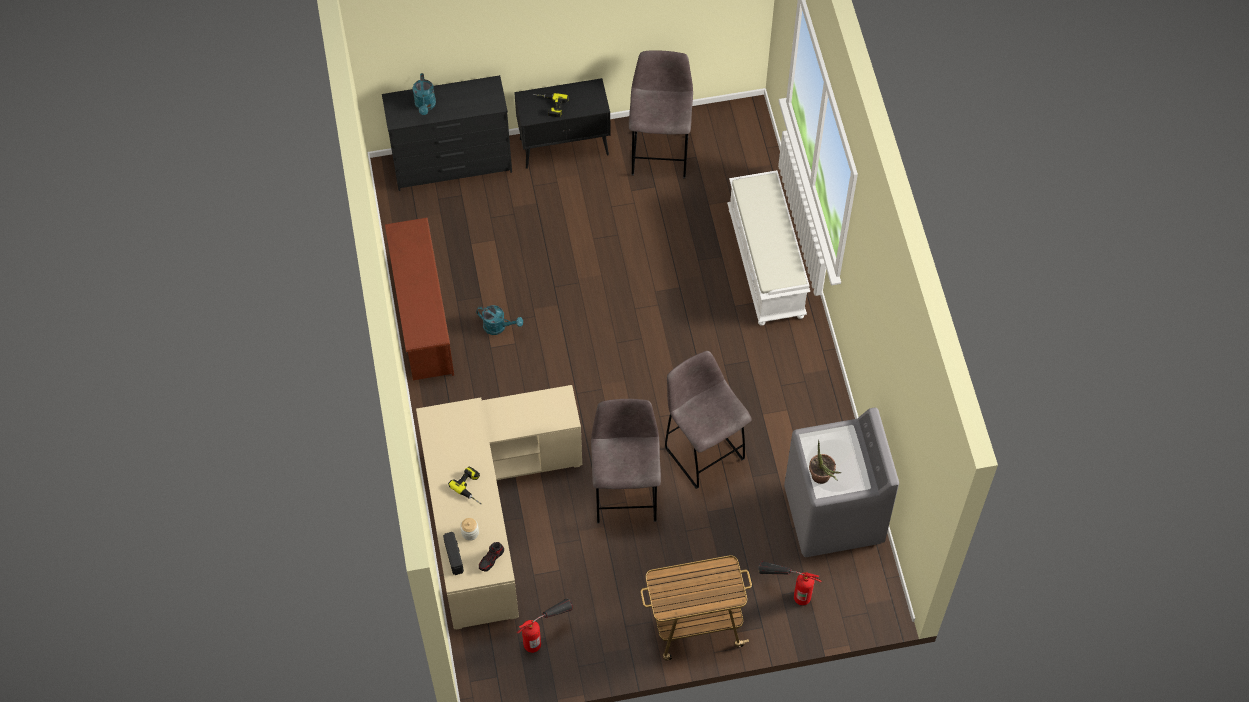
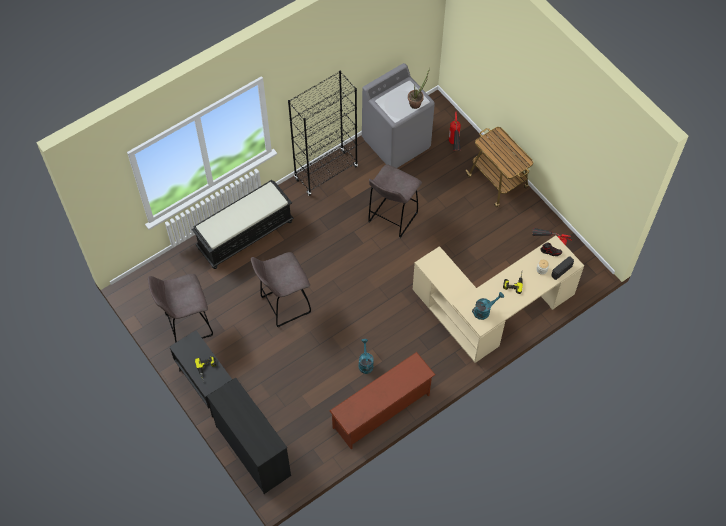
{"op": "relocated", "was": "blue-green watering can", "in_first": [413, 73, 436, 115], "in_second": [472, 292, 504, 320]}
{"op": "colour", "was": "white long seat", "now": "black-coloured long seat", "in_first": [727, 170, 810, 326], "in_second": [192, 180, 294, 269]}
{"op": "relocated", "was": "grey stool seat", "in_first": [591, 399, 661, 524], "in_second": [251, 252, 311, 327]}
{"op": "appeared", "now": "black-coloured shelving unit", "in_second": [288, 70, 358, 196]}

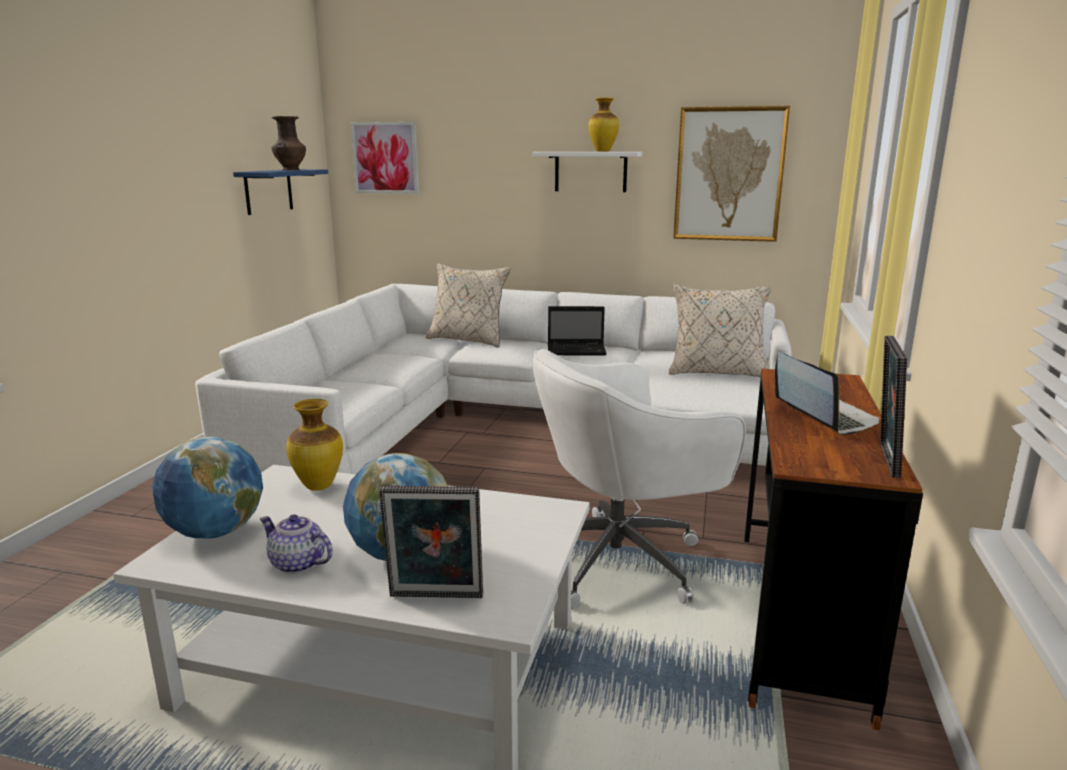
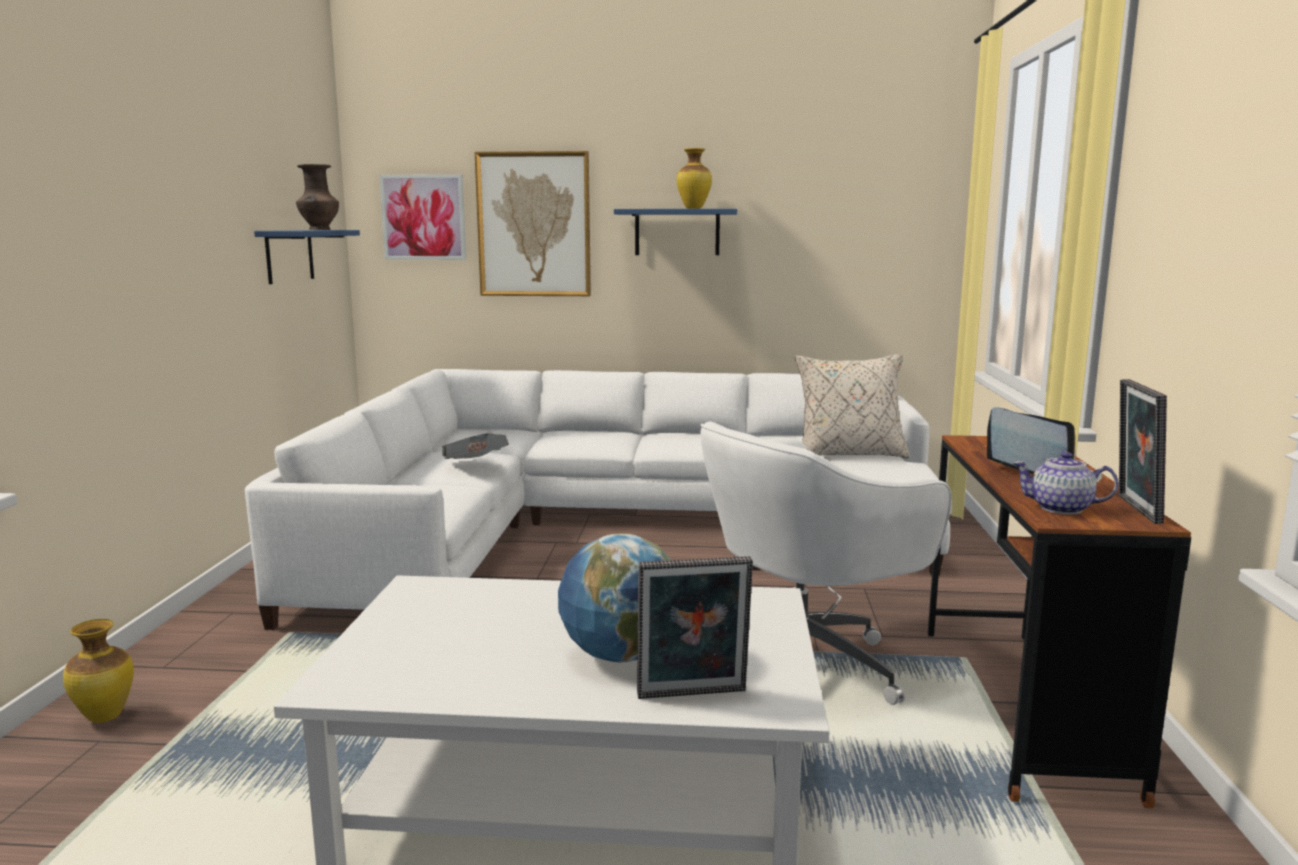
{"op": "relocated", "was": "wall picture", "in_first": [673, 106, 790, 242], "in_second": [475, 151, 591, 296]}
{"op": "colour", "was": "white bracket shelf", "now": "blue bracket shelf", "in_first": [533, 152, 642, 192], "in_second": [614, 209, 737, 255]}
{"op": "missing", "was": "beige-coloured throw pillow", "in_first": [426, 263, 510, 348]}
{"op": "missing", "was": "laptop", "in_first": [548, 306, 607, 356]}
{"op": "relocated", "was": "vase", "in_first": [286, 399, 343, 491], "in_second": [63, 619, 134, 723]}
{"op": "missing", "was": "desk globe", "in_first": [152, 436, 263, 538]}
{"op": "relocated", "was": "pot for tea", "in_first": [260, 514, 333, 574], "in_second": [1013, 452, 1119, 515]}
{"op": "appeared", "now": "printed paper", "in_second": [442, 433, 509, 459]}

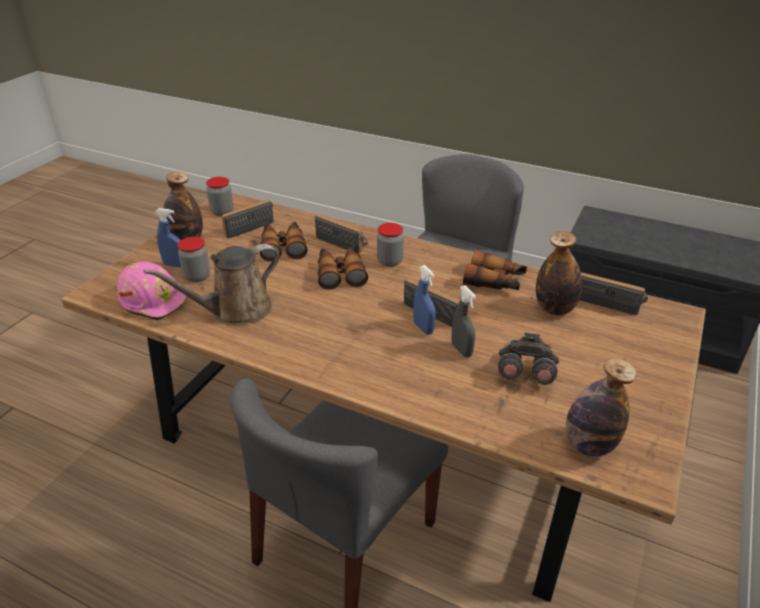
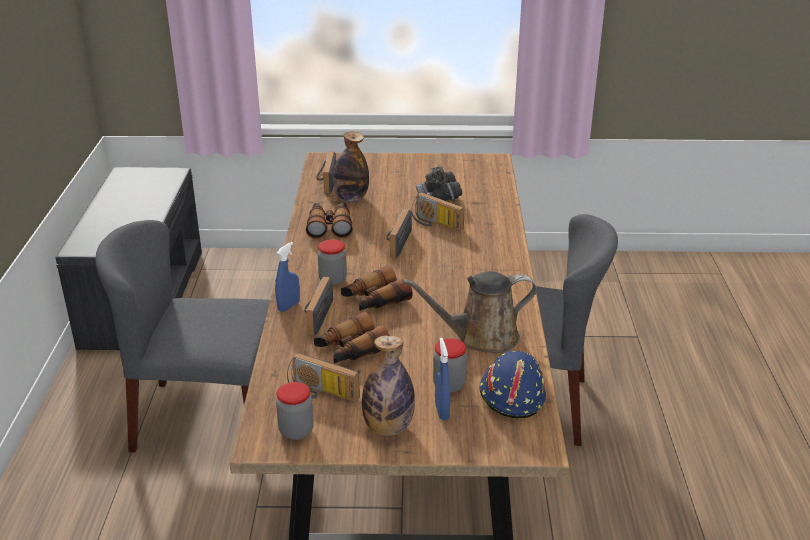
{"op": "spun", "was": "brown watering can", "in_first": [144, 244, 279, 325], "in_second": [402, 271, 537, 353], "clockwise": 135}
{"op": "colour", "was": "pink-coloured work helmet", "now": "blue work helmet", "in_first": [117, 262, 188, 320], "in_second": [479, 351, 546, 419]}
{"op": "relocated", "was": "blue hand sprayer", "in_first": [413, 265, 436, 335], "in_second": [275, 242, 300, 312]}
{"op": "exchanged", "was": "grey hand sprayer", "now": "radio set", "in_first": [451, 286, 476, 357], "in_second": [411, 192, 464, 232]}
{"op": "missing", "was": "drink bottle", "in_first": [566, 358, 637, 457]}

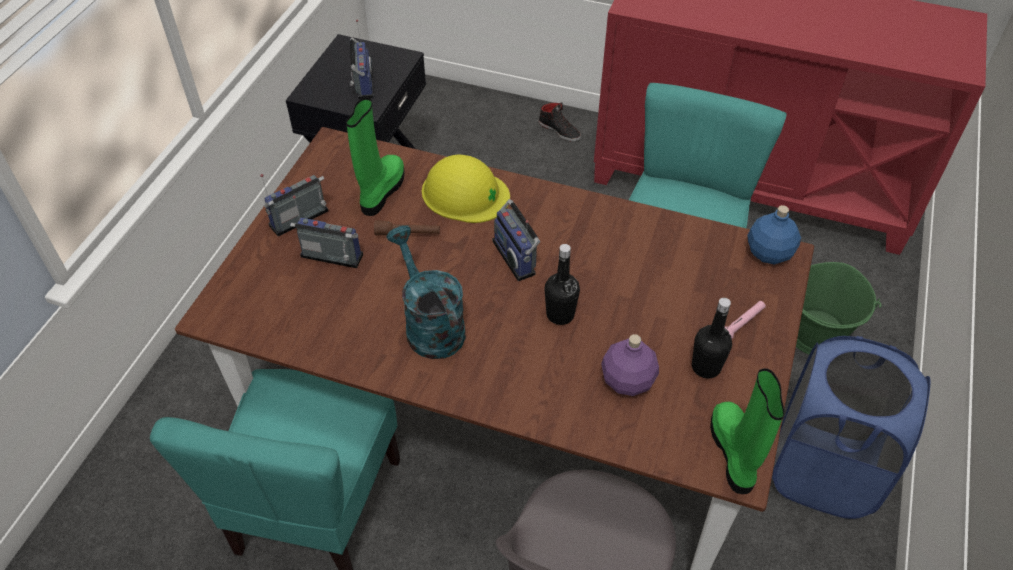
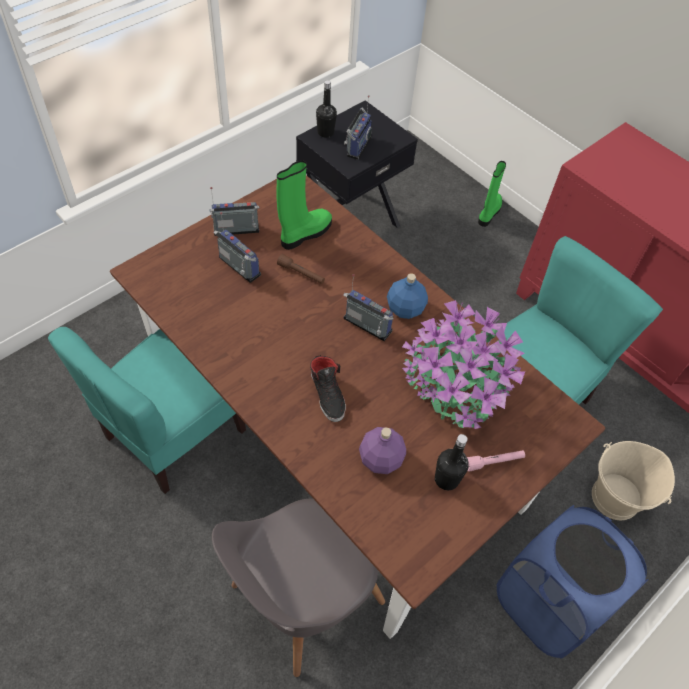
{"op": "relocated", "was": "black-coloured low shoe", "in_first": [539, 103, 581, 142], "in_second": [310, 355, 346, 422]}
{"op": "missing", "was": "yellowish work helmet", "in_first": [422, 155, 510, 223]}
{"op": "spun", "was": "radio set", "in_first": [492, 199, 540, 281], "in_second": [343, 274, 394, 341], "clockwise": 120}
{"op": "relocated", "was": "blue drink bottle", "in_first": [747, 205, 801, 264], "in_second": [387, 273, 428, 319]}
{"op": "missing", "was": "blue-green watering can", "in_first": [386, 226, 466, 359]}
{"op": "relocated", "was": "black-coloured drink bottle", "in_first": [545, 244, 580, 325], "in_second": [316, 80, 337, 138]}
{"op": "colour", "was": "greenish bucket", "now": "beige-coloured bucket", "in_first": [796, 262, 882, 355], "in_second": [592, 441, 675, 520]}
{"op": "relocated", "was": "greenish boot", "in_first": [710, 368, 785, 494], "in_second": [478, 161, 506, 227]}
{"op": "appeared", "now": "plant in a pot", "in_second": [402, 300, 525, 429]}

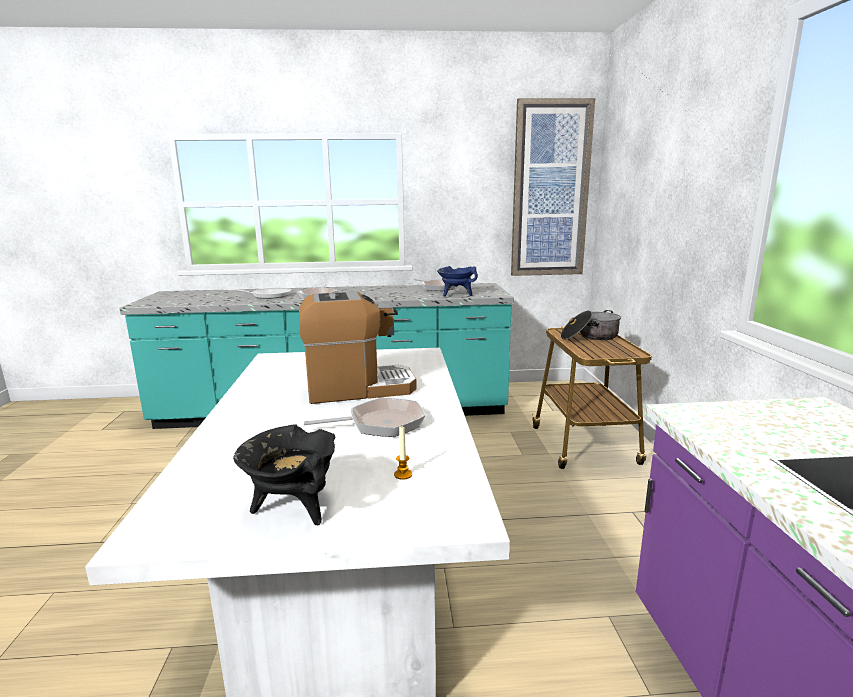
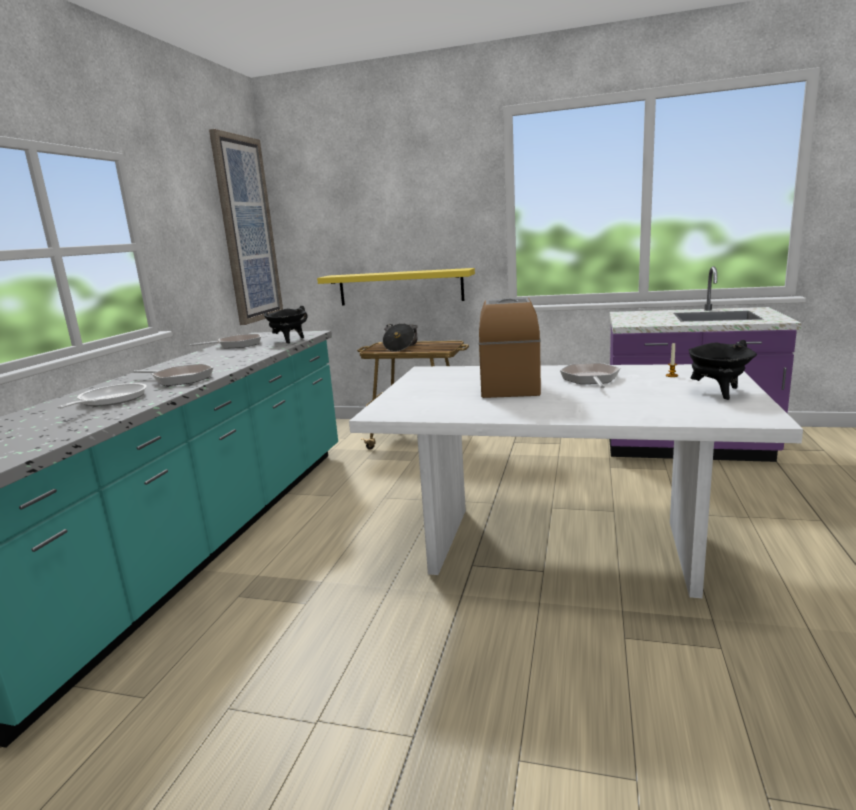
{"op": "colour", "was": "blue stockpot", "now": "black-coloured stockpot", "in_first": [437, 266, 478, 296], "in_second": [264, 306, 307, 343]}
{"op": "appeared", "now": "yellowish bracket shelf", "in_second": [317, 268, 475, 306]}

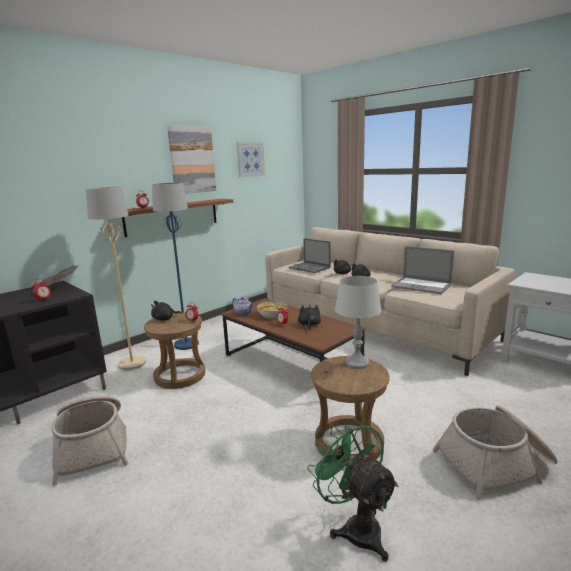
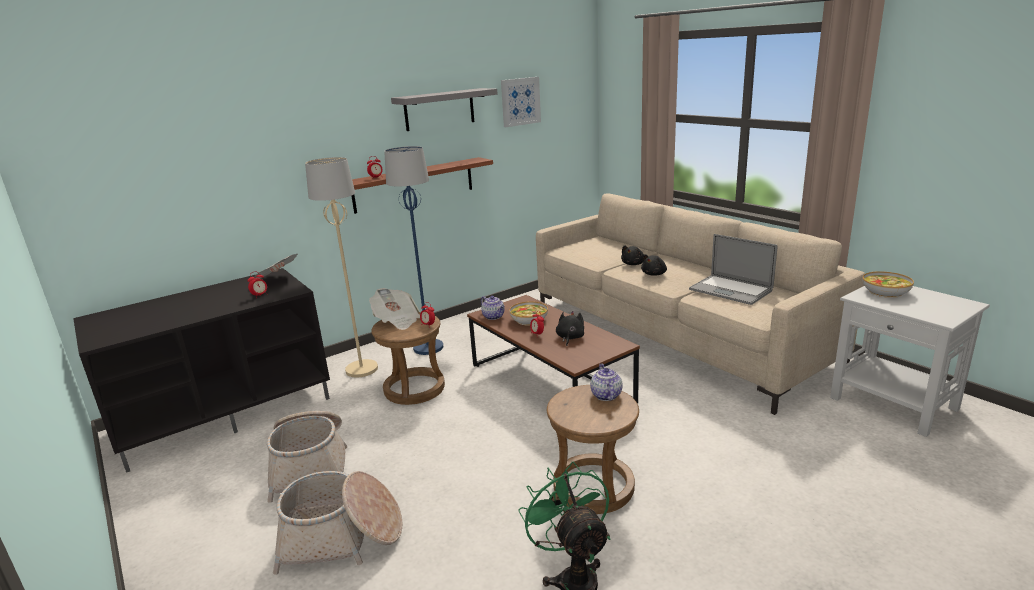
{"op": "exchanged", "was": "wall picture", "now": "grey bracket shelf", "in_first": [167, 125, 216, 194], "in_second": [391, 88, 497, 131]}
{"op": "missing", "was": "laptop", "in_first": [288, 238, 331, 273]}
{"op": "exchanged", "was": "grey table lamp", "now": "pot for tea", "in_first": [335, 276, 382, 369], "in_second": [590, 364, 623, 401]}
{"op": "exchanged", "was": "black-coloured plush toy", "now": "printed paper", "in_first": [151, 301, 182, 321], "in_second": [369, 288, 420, 330]}
{"op": "relocated", "was": "storage basket", "in_first": [433, 406, 558, 500], "in_second": [273, 471, 402, 575]}
{"op": "appeared", "now": "deep dish", "in_second": [863, 271, 914, 298]}

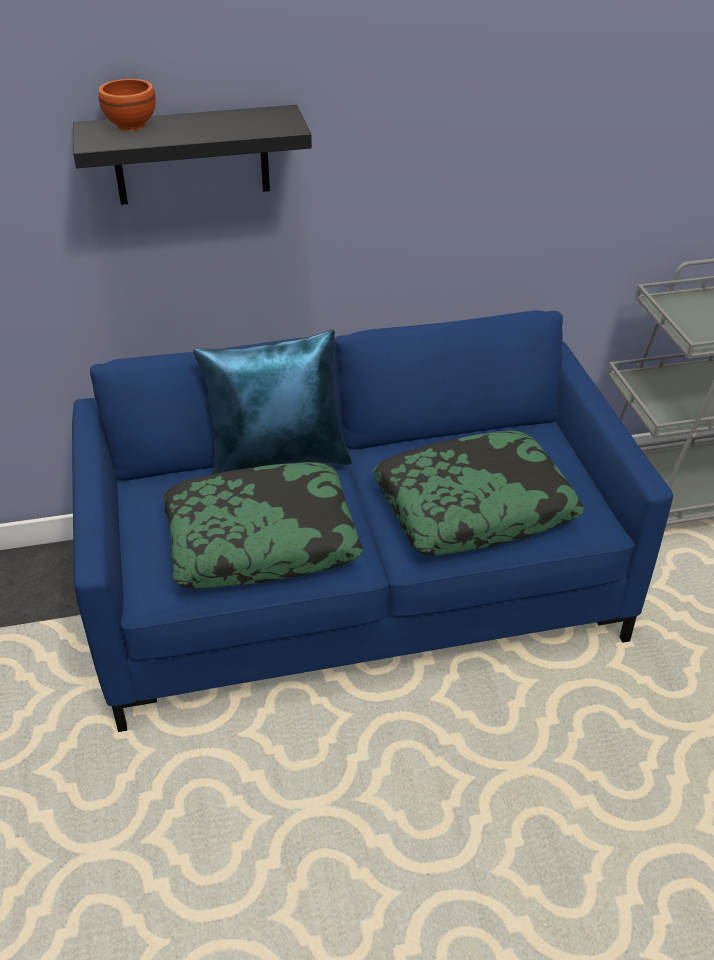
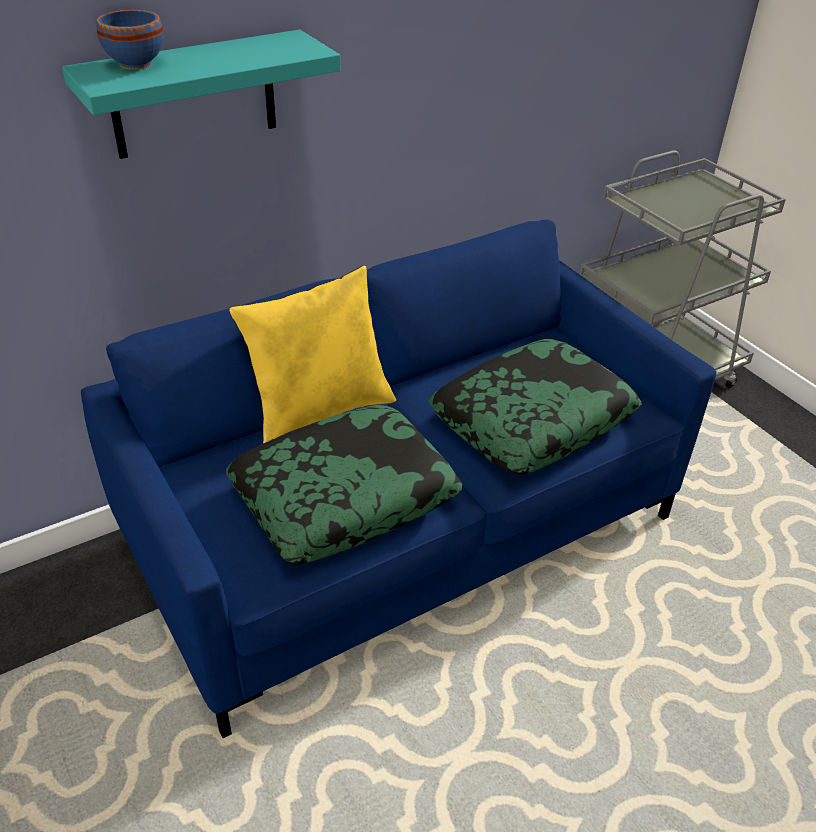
{"op": "colour", "was": "brown deep dish", "now": "blue deep dish", "in_first": [99, 79, 156, 131], "in_second": [97, 10, 164, 70]}
{"op": "colour", "was": "black-coloured bracket shelf", "now": "blue-green bracket shelf", "in_first": [73, 105, 312, 205], "in_second": [62, 30, 340, 159]}
{"op": "colour", "was": "blue throw pillow", "now": "yellowish throw pillow", "in_first": [194, 330, 352, 474], "in_second": [229, 266, 396, 444]}

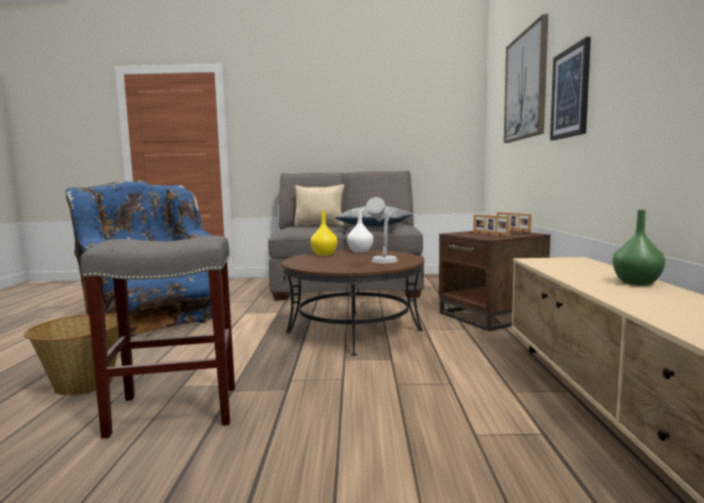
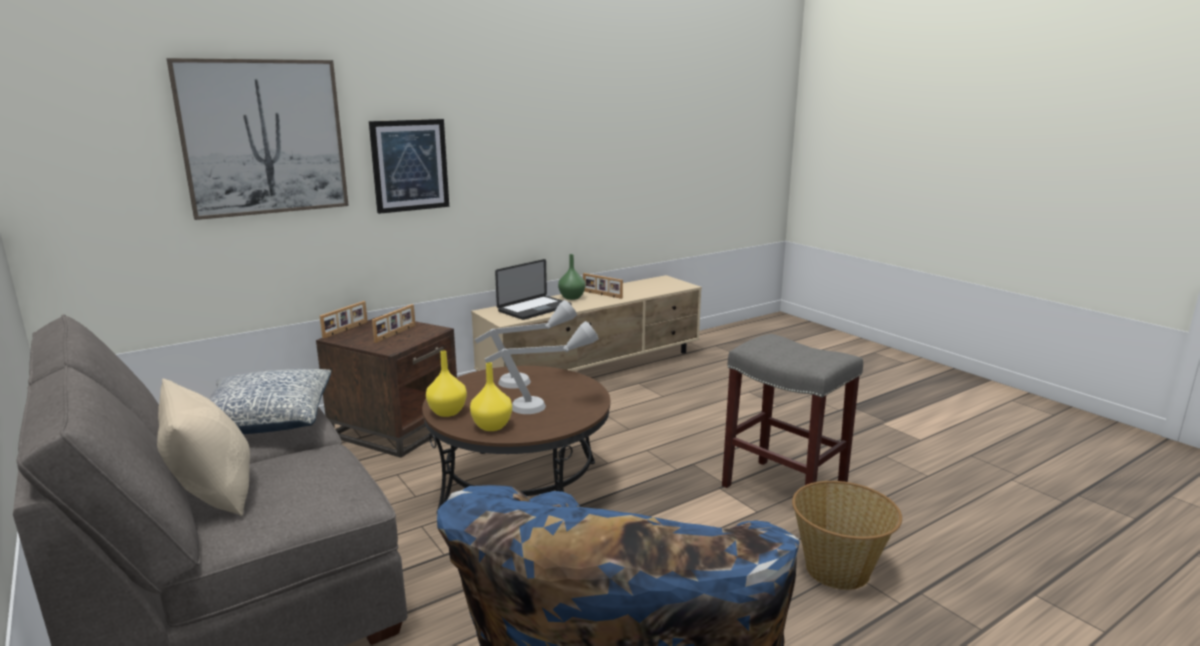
{"op": "colour", "was": "white vase", "now": "yellowish vase", "in_first": [347, 209, 373, 253], "in_second": [426, 351, 467, 417]}
{"op": "appeared", "now": "laptop", "in_second": [495, 259, 571, 320]}
{"op": "appeared", "now": "picture frame", "in_second": [583, 273, 623, 299]}
{"op": "appeared", "now": "grey table lamp", "in_second": [485, 321, 599, 414]}

